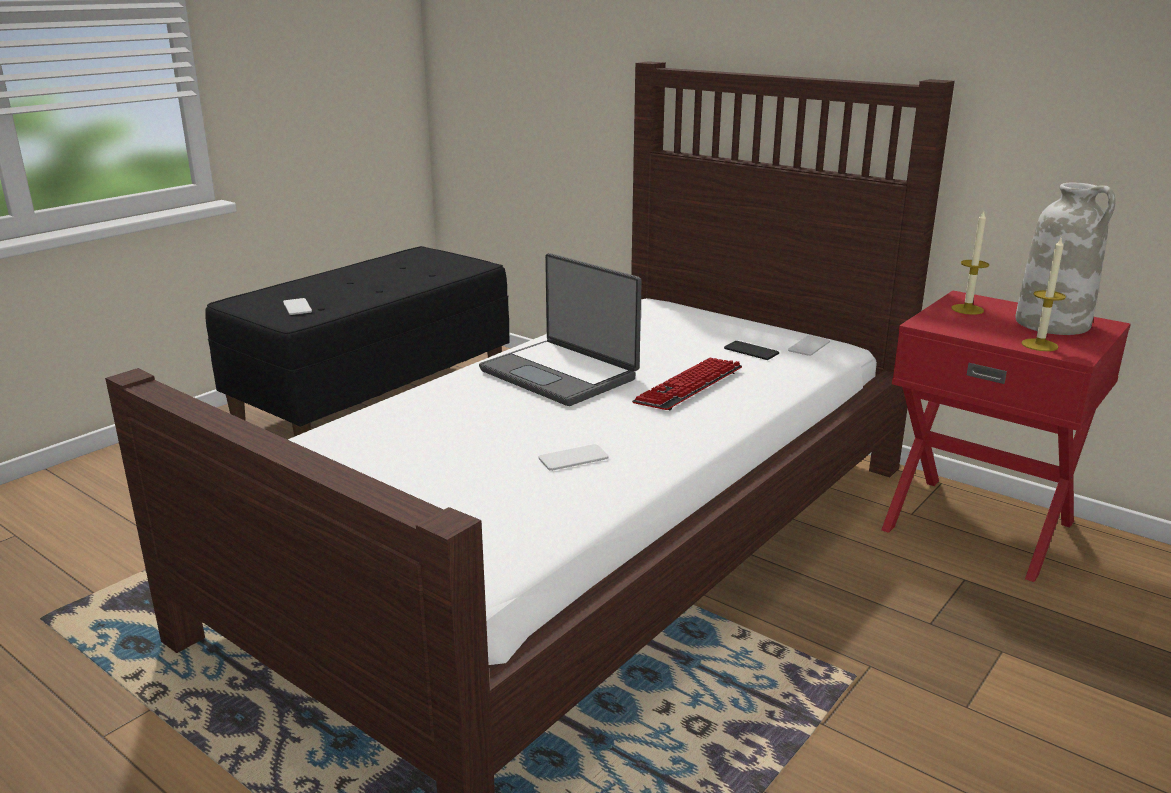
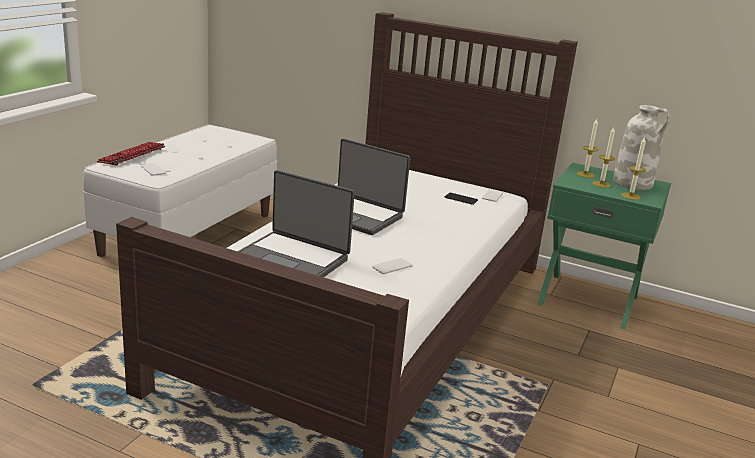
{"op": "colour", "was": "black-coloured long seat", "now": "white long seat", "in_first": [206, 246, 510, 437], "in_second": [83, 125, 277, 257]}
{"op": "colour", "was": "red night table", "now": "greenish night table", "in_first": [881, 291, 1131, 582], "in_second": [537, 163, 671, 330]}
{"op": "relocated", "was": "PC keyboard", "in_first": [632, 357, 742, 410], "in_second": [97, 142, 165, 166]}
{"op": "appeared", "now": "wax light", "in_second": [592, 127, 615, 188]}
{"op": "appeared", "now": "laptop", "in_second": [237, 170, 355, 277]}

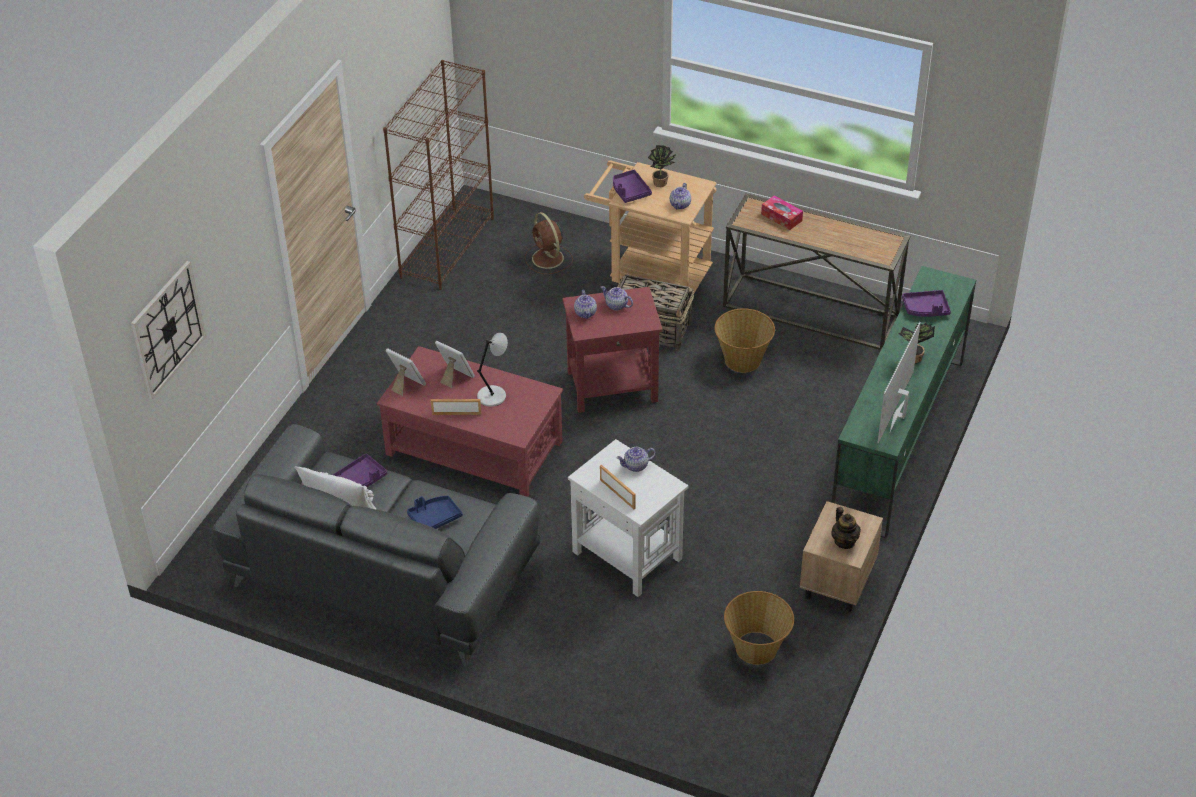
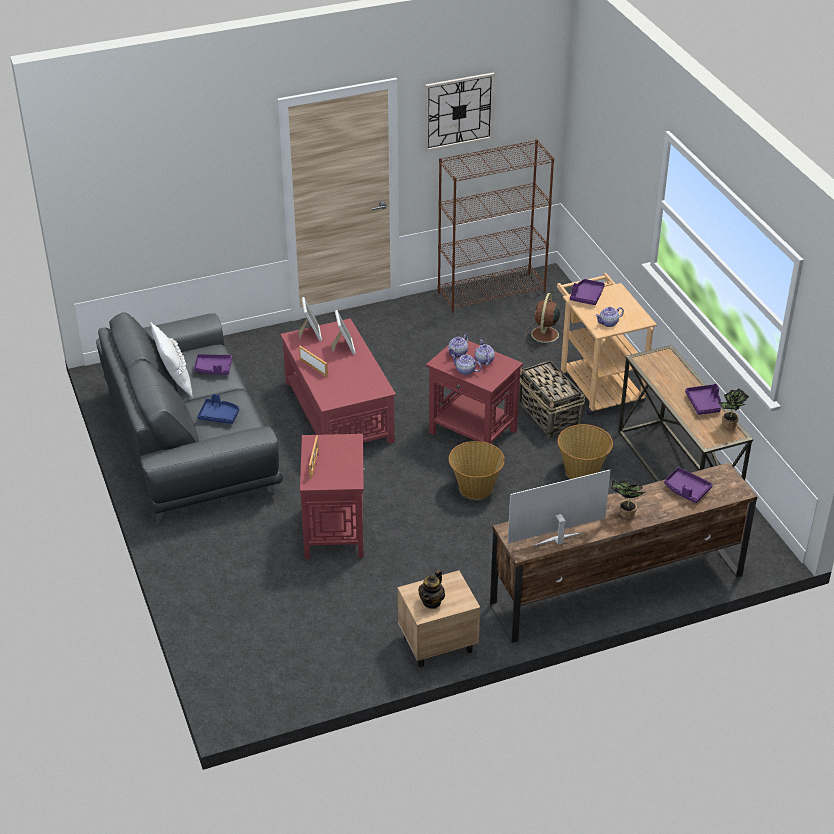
{"op": "relocated", "was": "plant in a pot", "in_first": [648, 145, 676, 187], "in_second": [718, 388, 749, 429]}
{"op": "missing", "was": "tissue holder", "in_first": [761, 195, 803, 230]}
{"op": "relocated", "was": "wall clock", "in_first": [131, 261, 206, 399], "in_second": [425, 73, 495, 152]}
{"op": "colour", "was": "greenish tv unit", "now": "brown tv unit", "in_first": [832, 266, 976, 539], "in_second": [490, 462, 758, 643]}
{"op": "missing", "was": "grey table lamp", "in_first": [477, 333, 508, 407]}
{"op": "colour", "was": "white accent table", "now": "red accent table", "in_first": [568, 439, 689, 597], "in_second": [300, 434, 365, 559]}
{"op": "relocated", "was": "pot for tea", "in_first": [617, 447, 656, 472], "in_second": [451, 354, 481, 375]}
{"op": "relocated", "was": "storage basket", "in_first": [724, 591, 794, 665], "in_second": [449, 441, 505, 499]}
{"op": "appeared", "now": "purplish serving tray", "in_second": [685, 384, 721, 415]}

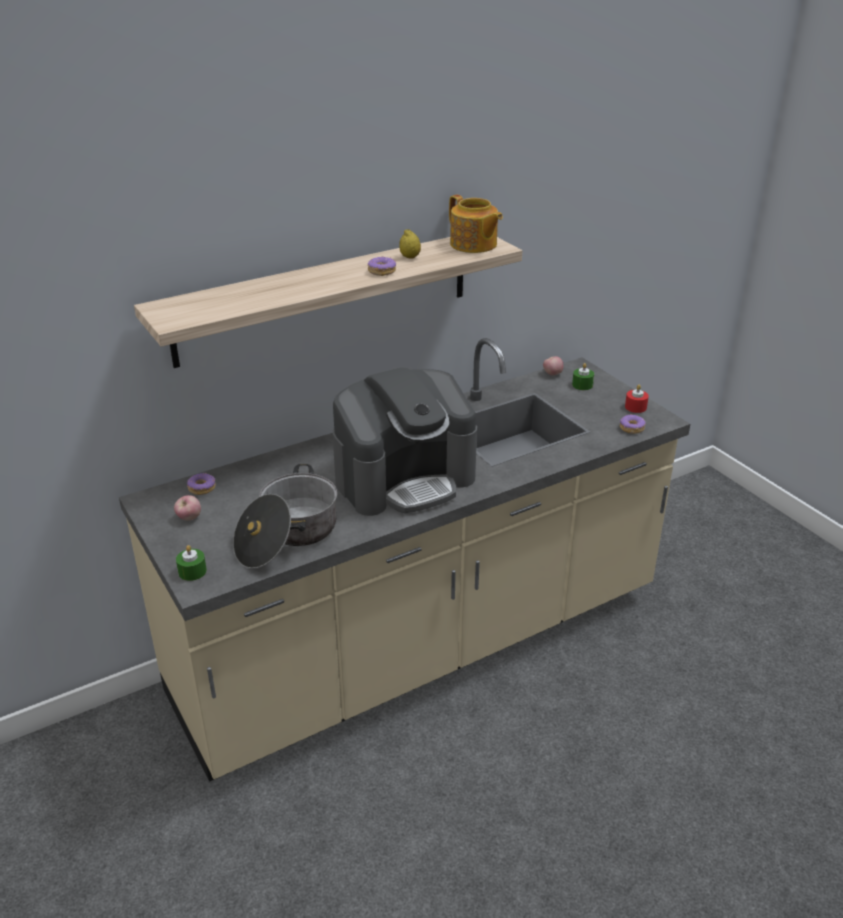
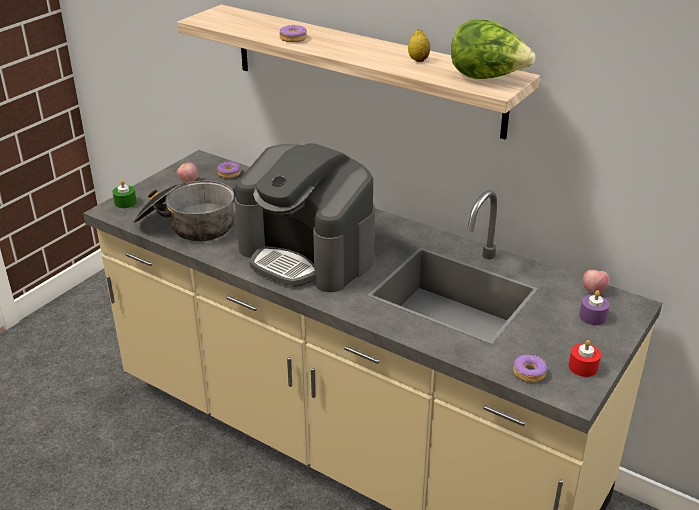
{"op": "exchanged", "was": "pot for tea", "now": "lettuce", "in_first": [449, 195, 503, 253], "in_second": [451, 20, 535, 79]}
{"op": "relocated", "was": "donut", "in_first": [368, 256, 396, 276], "in_second": [279, 25, 307, 42]}
{"op": "colour", "was": "greenish wax light", "now": "purplish wax light", "in_first": [572, 363, 594, 390], "in_second": [579, 291, 609, 325]}

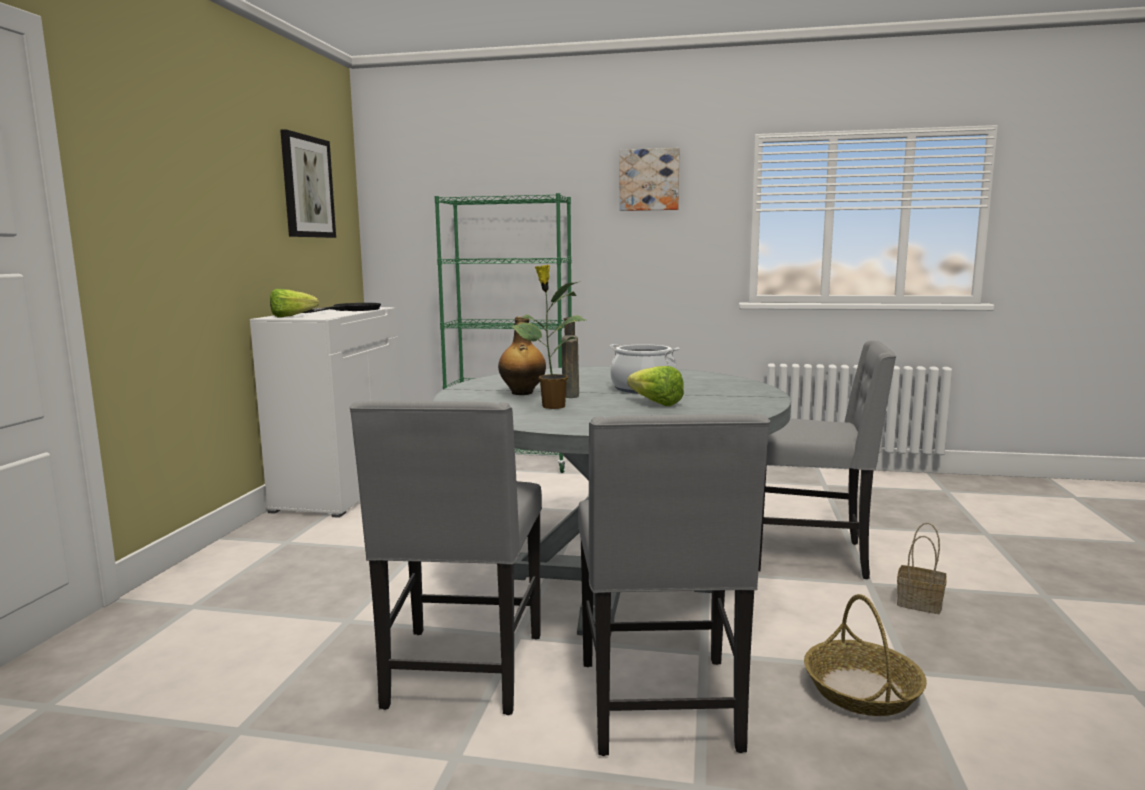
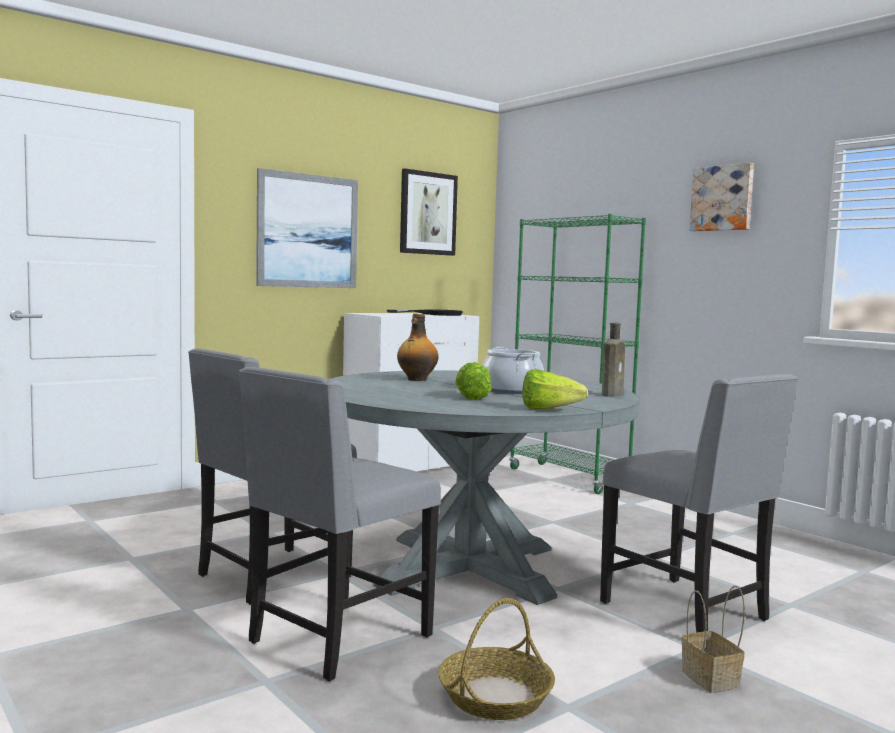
{"op": "missing", "was": "plant in a pot", "in_first": [512, 265, 586, 409]}
{"op": "relocated", "was": "lettuce", "in_first": [270, 289, 319, 318], "in_second": [522, 369, 588, 409]}
{"op": "relocated", "was": "brown drink bottle", "in_first": [562, 317, 579, 398], "in_second": [602, 323, 625, 397]}
{"op": "appeared", "now": "wall picture", "in_second": [256, 168, 358, 288]}

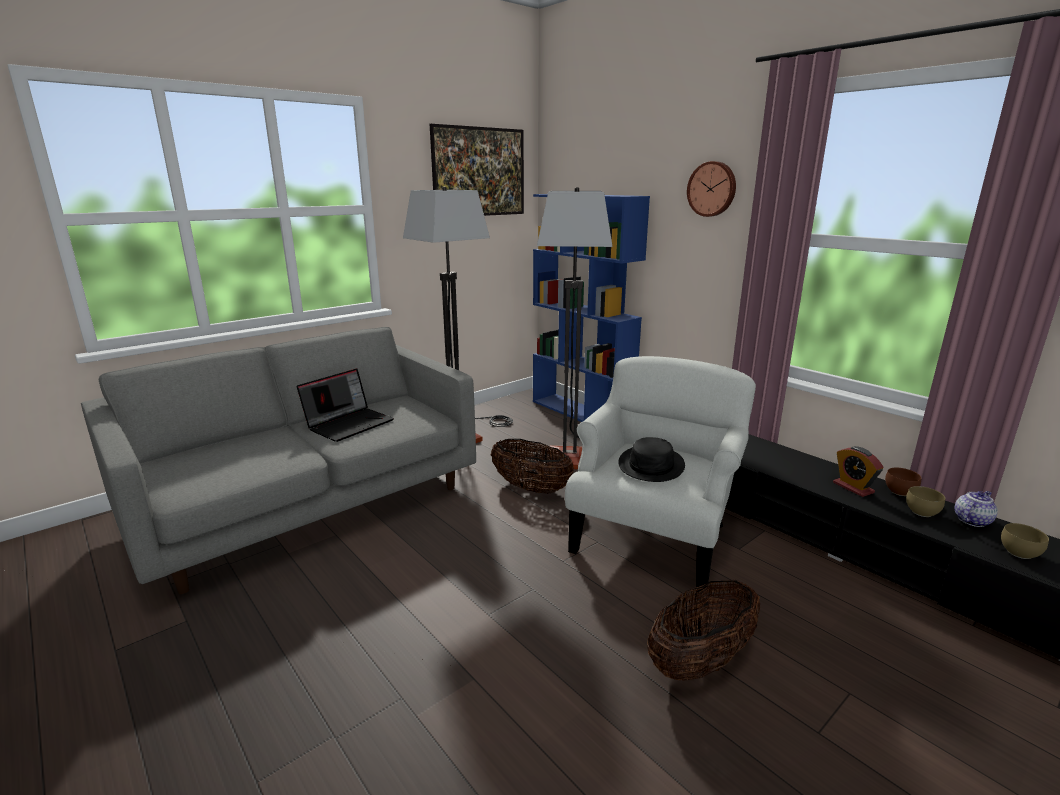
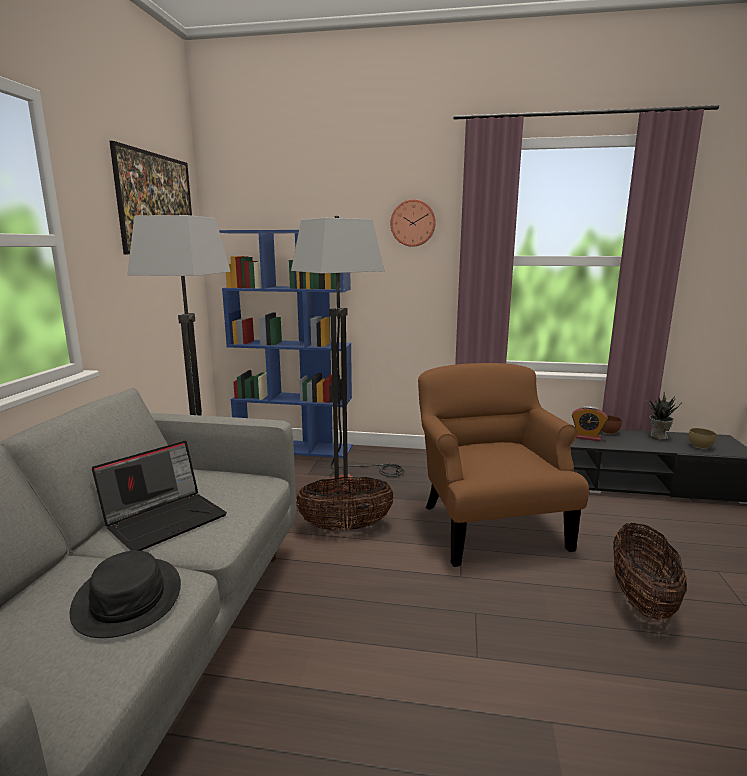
{"op": "colour", "was": "white armchair", "now": "brown armchair", "in_first": [565, 356, 756, 592], "in_second": [418, 363, 589, 567]}
{"op": "spun", "was": "laptop", "in_first": [297, 368, 394, 442], "in_second": [92, 441, 227, 551], "clockwise": 45}
{"op": "relocated", "was": "black-coloured hat", "in_first": [618, 437, 685, 482], "in_second": [70, 551, 181, 638]}
{"op": "missing", "was": "brown deep dish", "in_first": [906, 486, 945, 517]}
{"op": "exchanged", "was": "pot for tea", "now": "plant in a pot", "in_first": [955, 491, 998, 527], "in_second": [646, 392, 682, 440]}

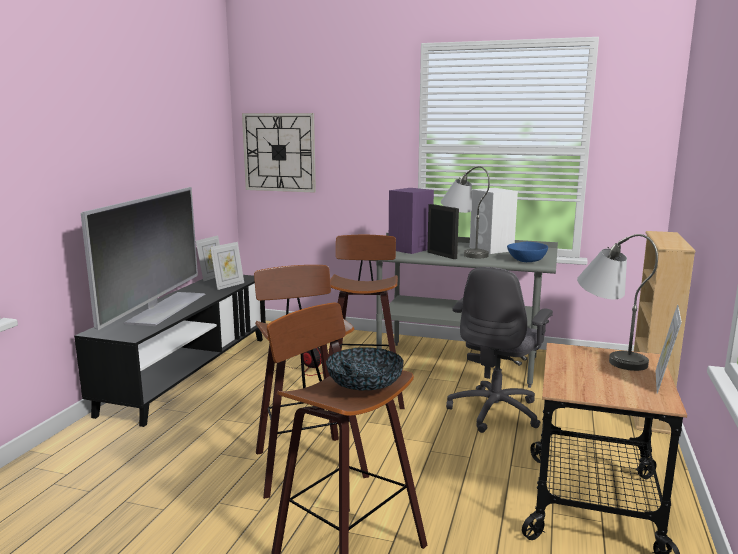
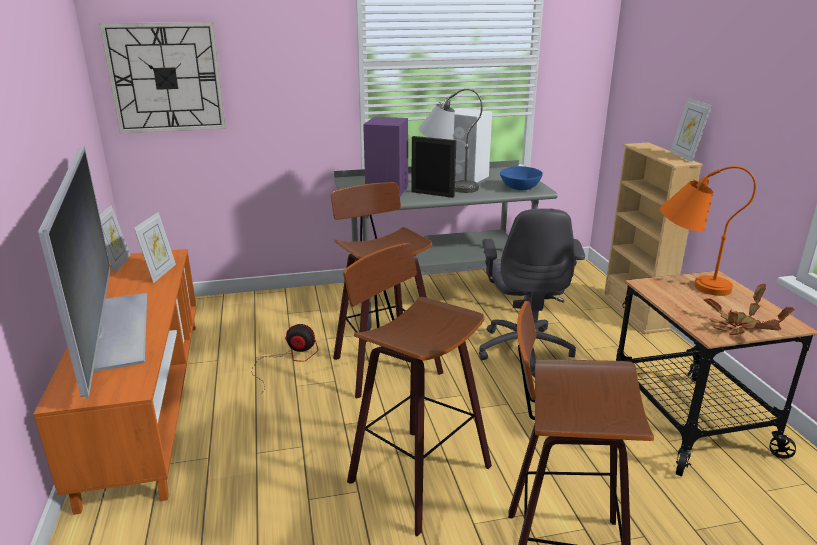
{"op": "colour", "was": "grey table lamp", "now": "orange table lamp", "in_first": [577, 234, 658, 371], "in_second": [660, 166, 756, 296]}
{"op": "colour", "was": "black-coloured tv unit", "now": "orange tv unit", "in_first": [74, 275, 266, 427], "in_second": [34, 249, 197, 515]}
{"op": "relocated", "was": "picture frame", "in_first": [656, 305, 682, 394], "in_second": [670, 98, 712, 162]}
{"op": "missing", "was": "deep dish", "in_first": [326, 348, 404, 390]}
{"op": "appeared", "now": "plant in a pot", "in_second": [704, 284, 795, 335]}

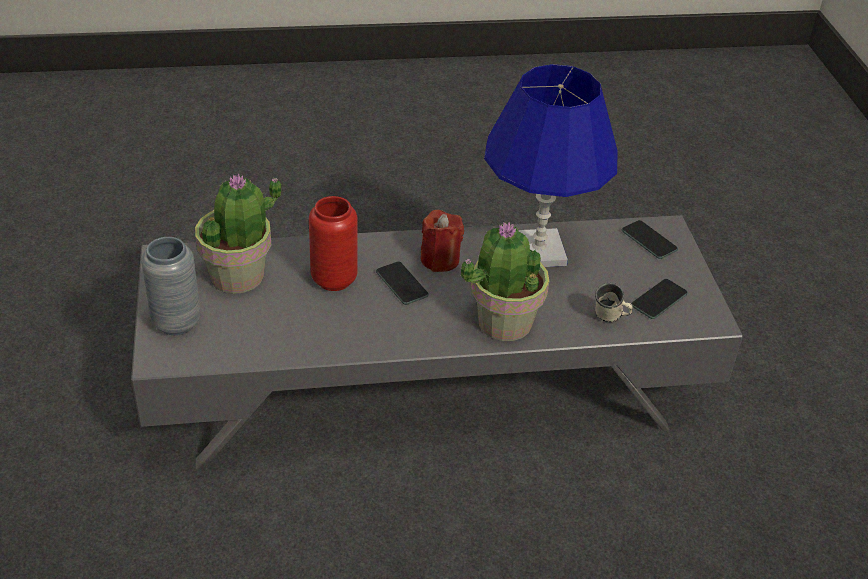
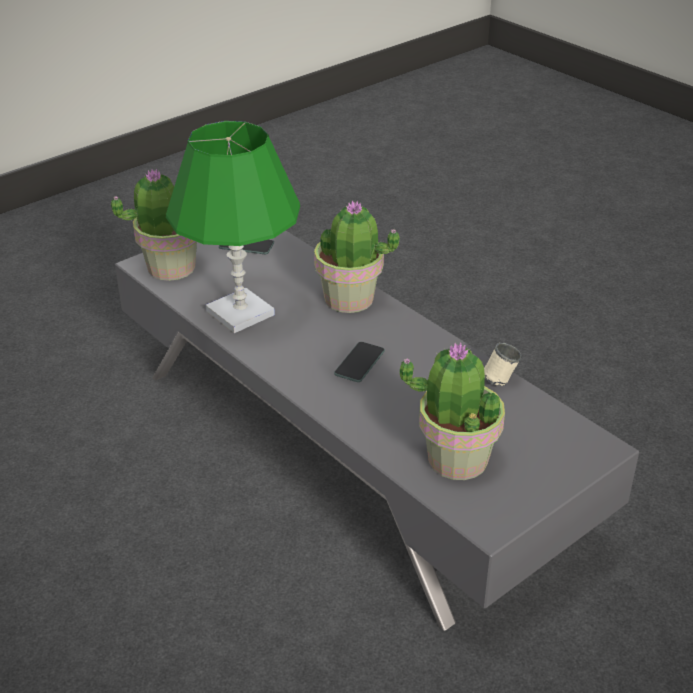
{"op": "colour", "was": "blue table lamp", "now": "greenish table lamp", "in_first": [484, 64, 618, 267], "in_second": [166, 121, 300, 333]}
{"op": "missing", "was": "red vase", "in_first": [309, 196, 358, 291]}
{"op": "missing", "was": "red wax light", "in_first": [420, 210, 464, 272]}
{"op": "exchanged", "was": "phone", "now": "plant in a pot", "in_first": [621, 220, 678, 259], "in_second": [111, 169, 197, 281]}
{"op": "missing", "was": "grey vase", "in_first": [141, 237, 201, 335]}
{"op": "relocated", "was": "beige-coloured mug", "in_first": [595, 283, 633, 322], "in_second": [484, 343, 522, 386]}

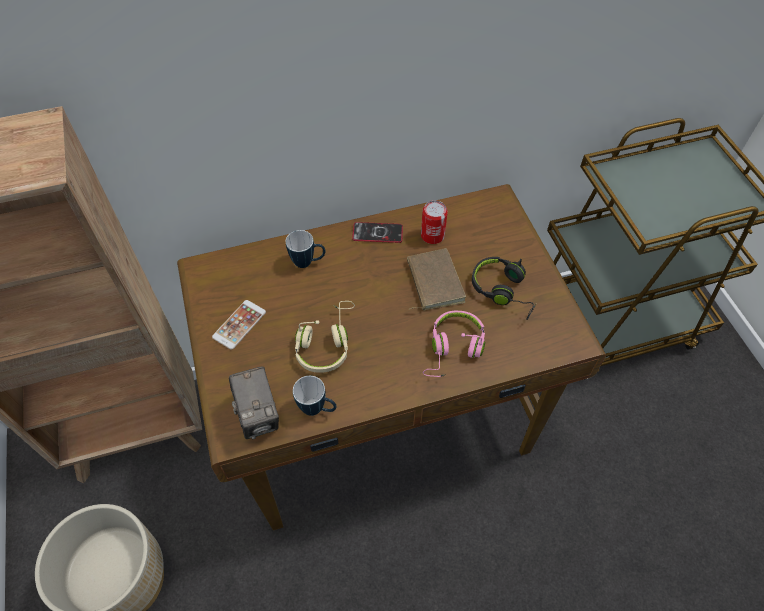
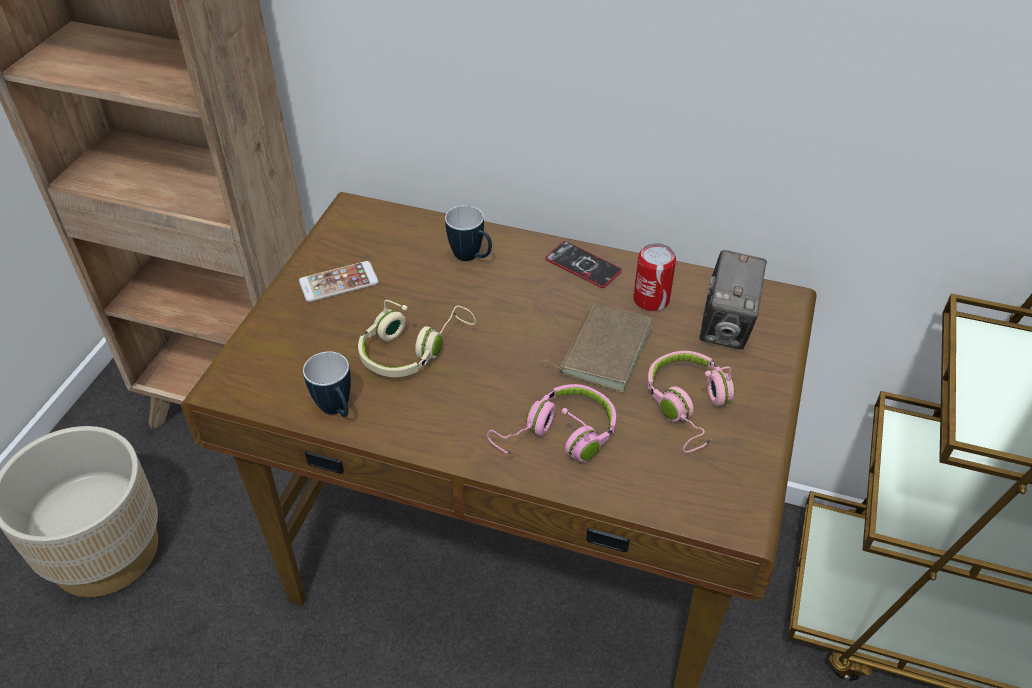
{"op": "colour", "was": "black-coloured pair of headphones", "now": "pink-coloured pair of headphones", "in_first": [472, 257, 536, 320], "in_second": [647, 351, 735, 452]}
{"op": "relocated", "was": "still camera", "in_first": [229, 366, 279, 439], "in_second": [700, 250, 767, 349]}

